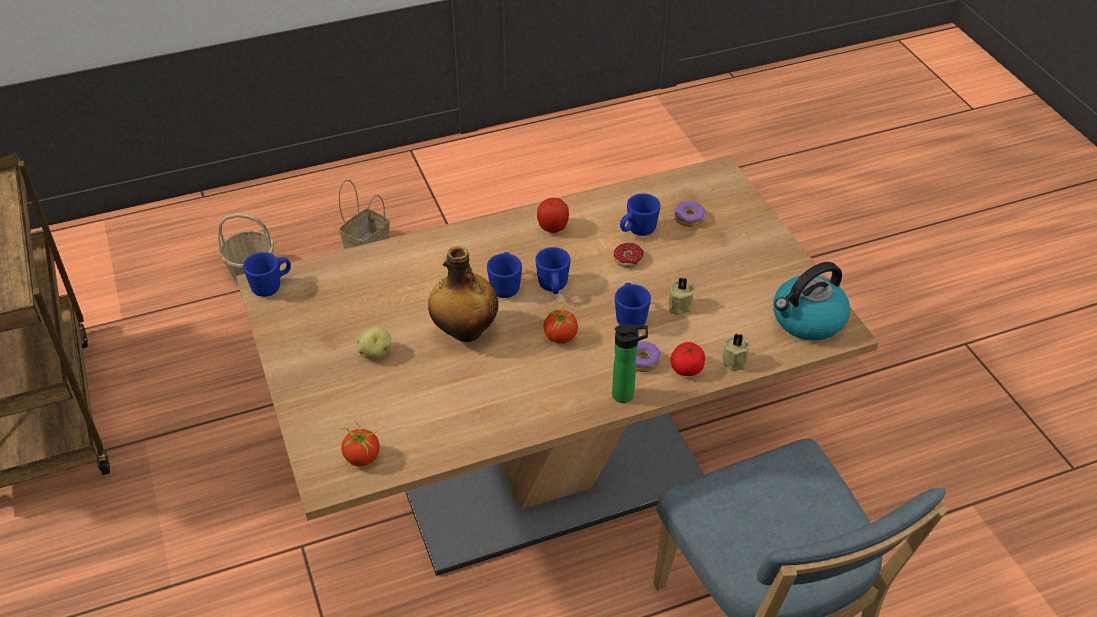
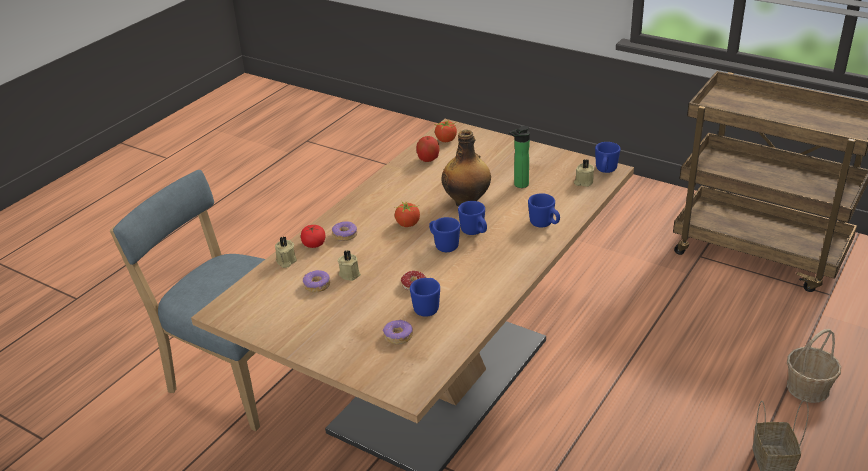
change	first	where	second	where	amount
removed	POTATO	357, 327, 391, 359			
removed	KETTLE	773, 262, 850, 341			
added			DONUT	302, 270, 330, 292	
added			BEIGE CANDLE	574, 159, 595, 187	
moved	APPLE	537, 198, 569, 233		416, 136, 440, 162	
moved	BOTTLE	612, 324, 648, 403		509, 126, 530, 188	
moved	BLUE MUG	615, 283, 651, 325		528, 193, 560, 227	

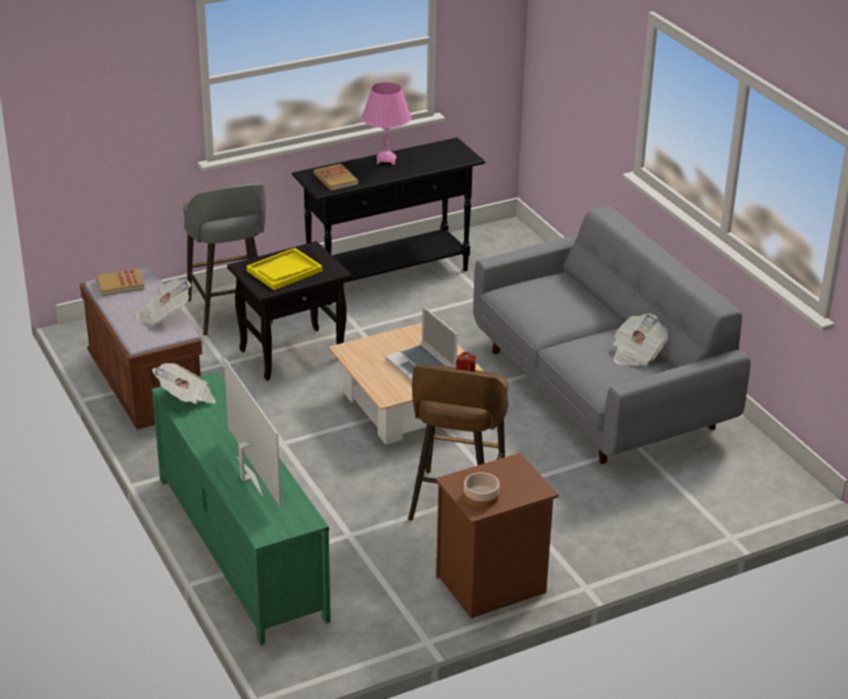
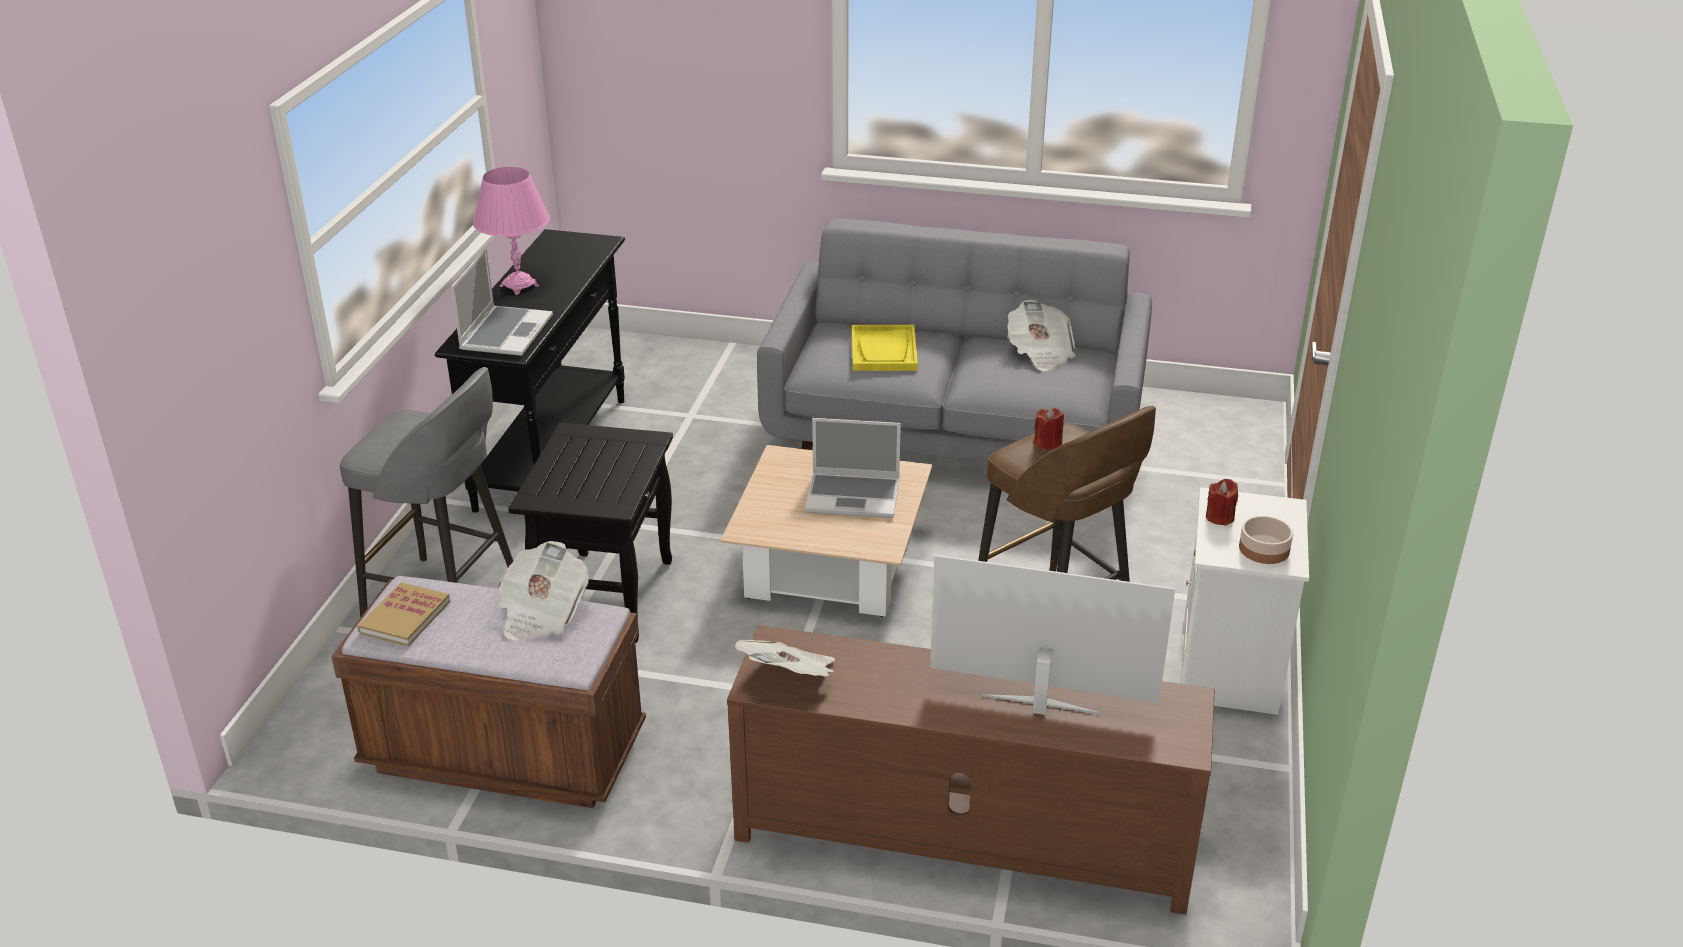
change	first	where	second	where	amount
added			RED CANDLE	1206, 479, 1238, 526	
moved	YELLOW TRAY	246, 248, 322, 290		852, 325, 918, 371	
replaced	BOOK	314, 164, 358, 191	LAPTOP	451, 248, 553, 356	
recoloured	GREEN TV STAND	152, 372, 331, 645	BROWN TV STAND	727, 625, 1215, 915	
recoloured	BROWN NIGHTSTAND	436, 453, 559, 619	WHITE NIGHTSTAND	1180, 487, 1309, 715	

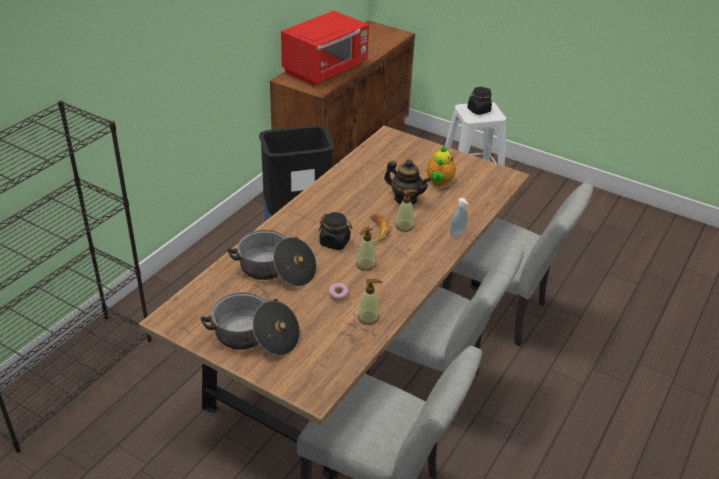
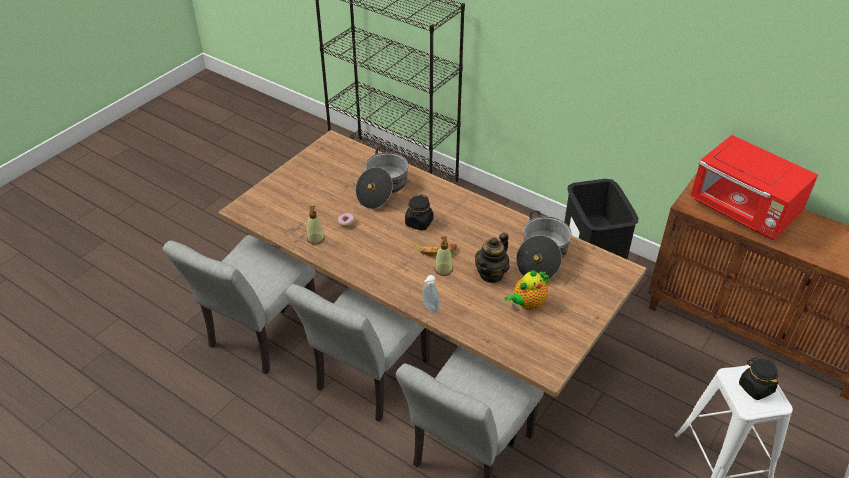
change	first	where	second	where	amount
removed	SOAP DISPENSER	356, 227, 376, 271			
moved	COOKING POT	201, 292, 300, 356		516, 211, 572, 281	
turned	TEAPOT	427, 146, 456, 186		505, 270, 549, 310	60 degrees counterclockwise

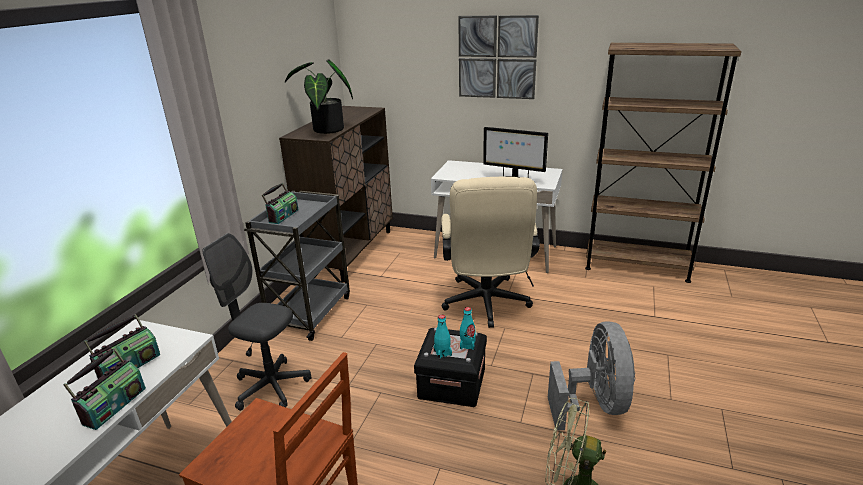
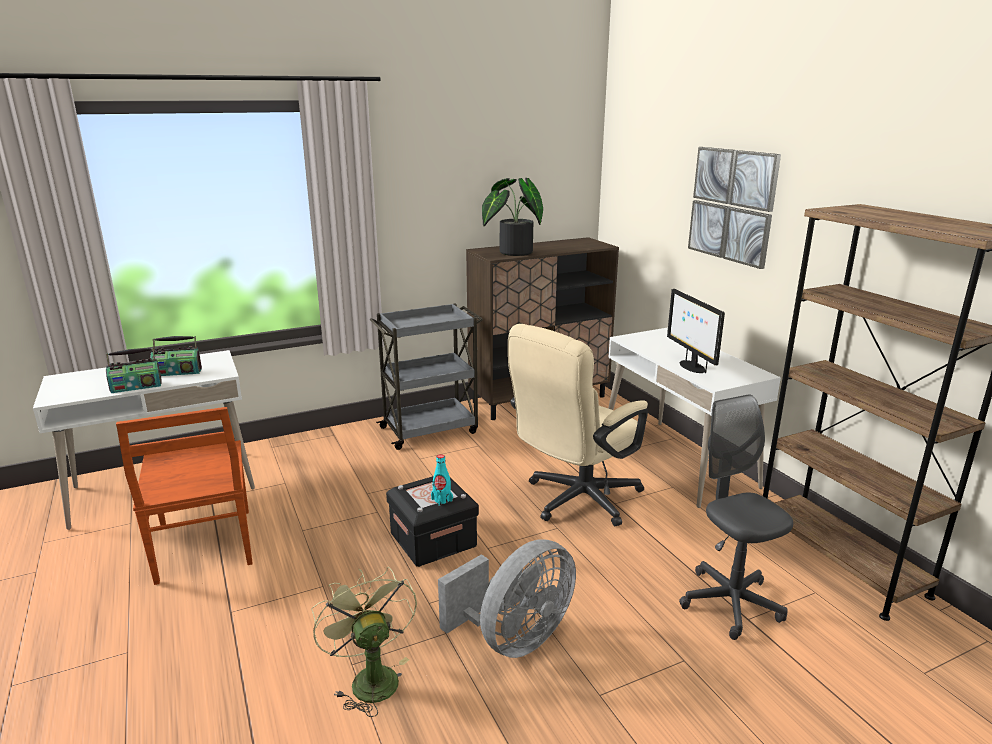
change	first	where	second	where	amount
removed	RADIO	262, 183, 298, 224			
removed	TURQUOISE BOTTLE	434, 315, 452, 359			
moved	GREY OFFICE CHAIR	202, 233, 312, 411		679, 394, 793, 640	

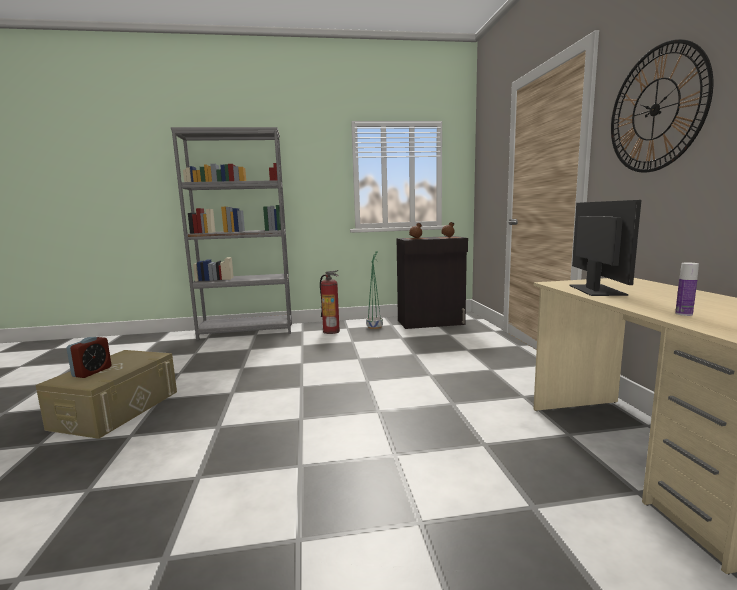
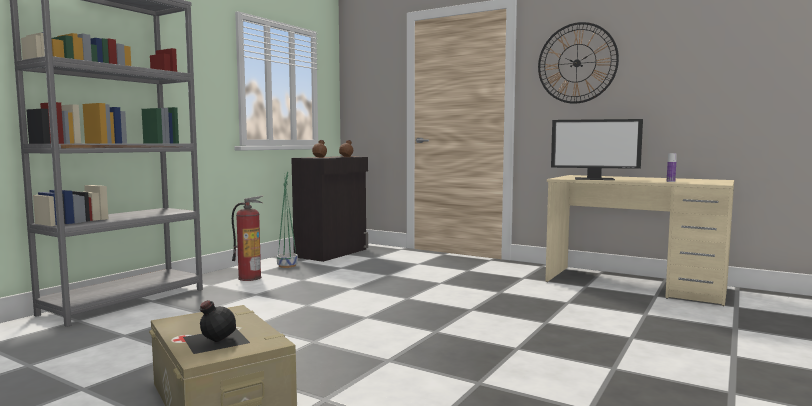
change	first	where	second	where	amount
replaced	ALARM CLOCK	67, 337, 112, 378	BLACK BOTTLE	183, 300, 250, 354	
turned	MONITOR	569, 200, 641, 296		551, 119, 643, 180	150 degrees clockwise

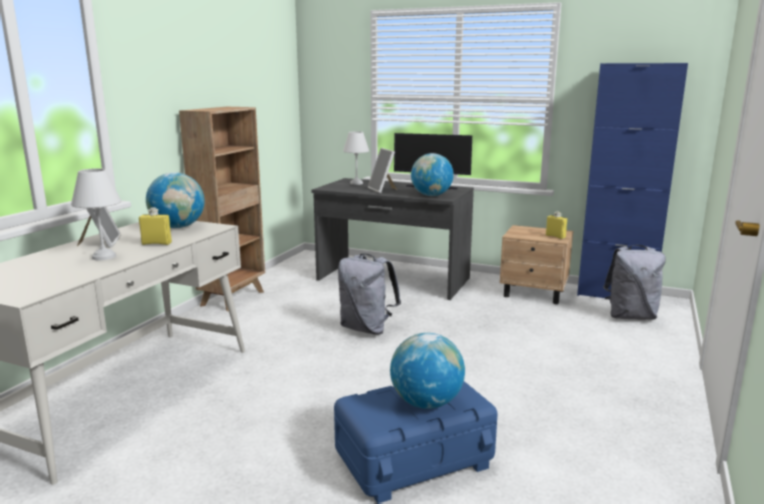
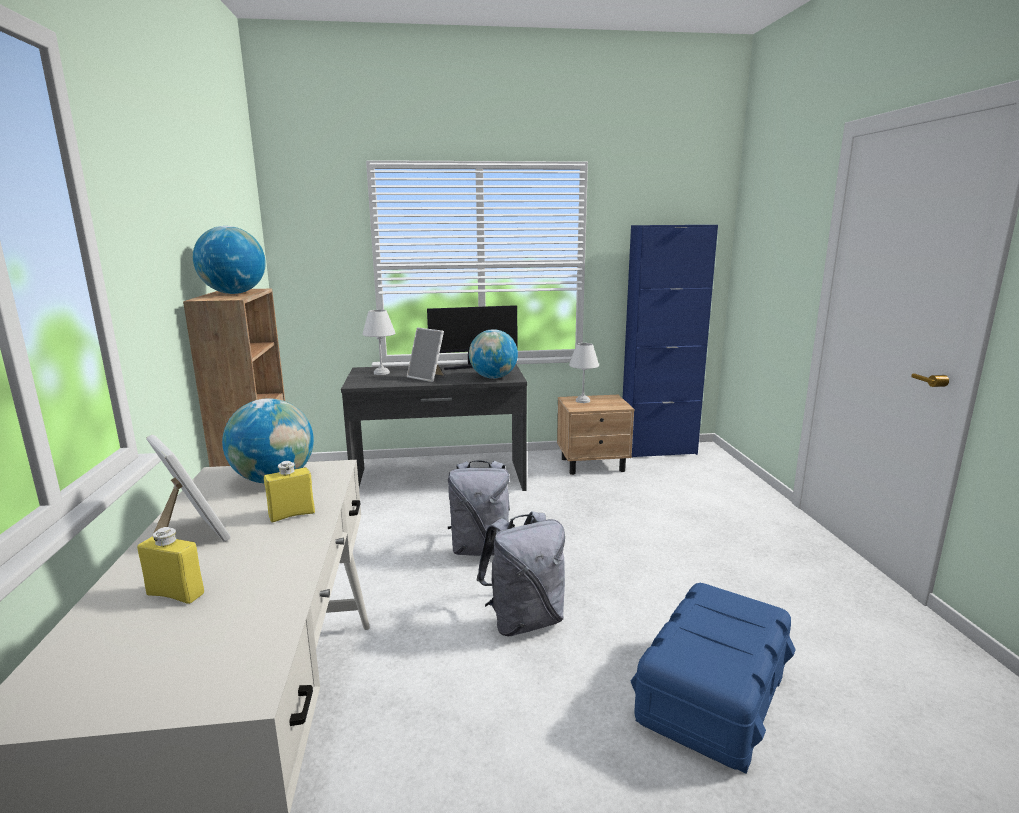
change	first	where	second	where	amount
moved	WHITE TABLE LAMP	71, 168, 121, 260		569, 343, 599, 403	
moved	GLOBE	390, 333, 465, 409		193, 226, 266, 294	
moved	YELLOW BOTTLE	546, 212, 567, 239		137, 527, 204, 604	
moved	GREY BACKPACK	603, 245, 666, 320		477, 511, 565, 636	

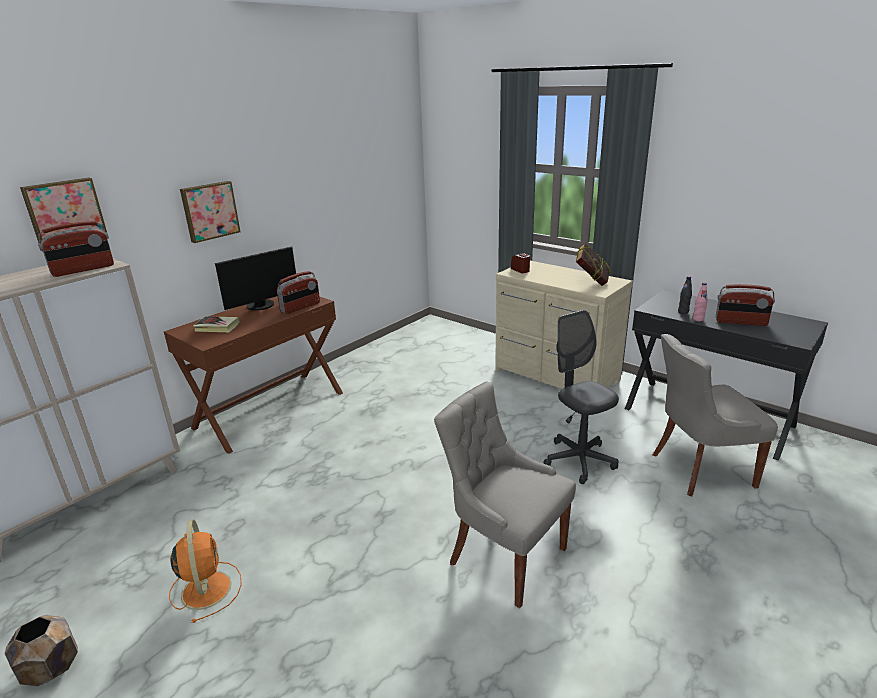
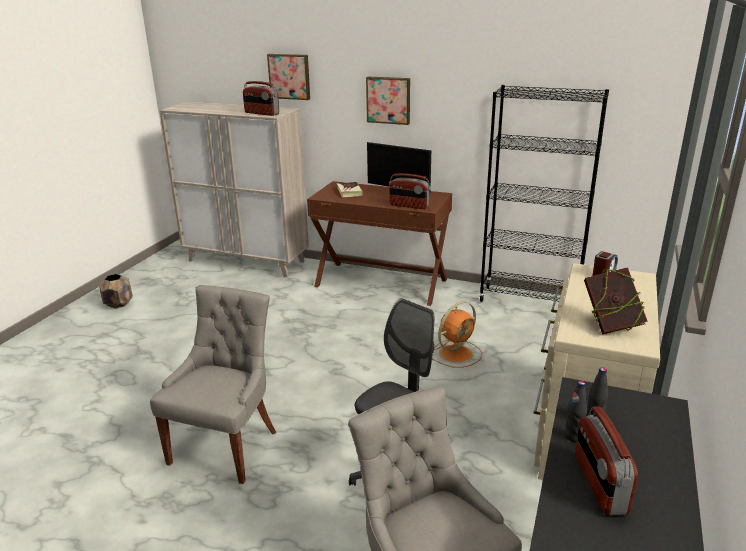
change	first	where	second	where	amount
added			BLACK BOOKCASE	479, 85, 609, 302	
moved	ORANGE FAN	169, 519, 242, 623		432, 301, 482, 368	
recoloured	PINK BOTTLE	693, 283, 708, 321	BLACK BOTTLE	564, 381, 587, 442	

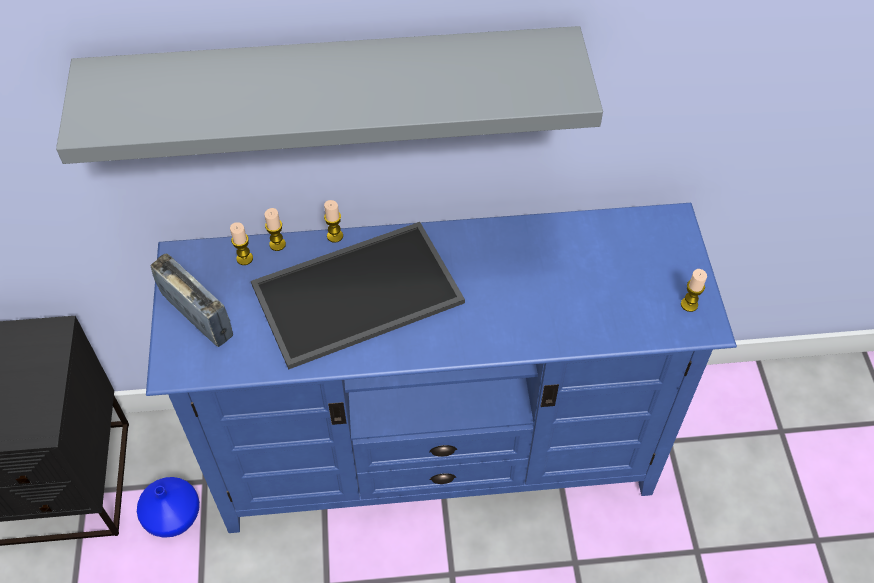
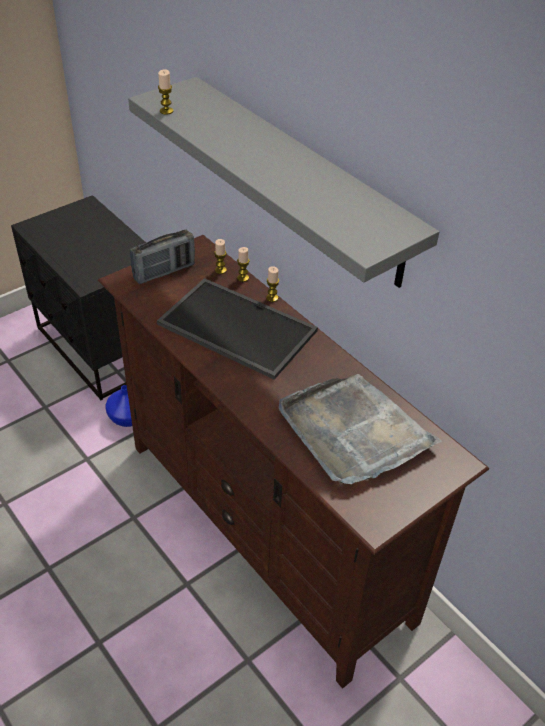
change	first	where	second	where	amount
added			GREY TRAY	279, 374, 442, 484	
moved	CANDLE	681, 269, 707, 312		158, 69, 173, 115	
recoloured	BLUE TV STAND	146, 203, 737, 533	BROWN TV STAND	98, 235, 489, 688	
turned	RADIO	151, 253, 233, 347		130, 230, 195, 284	45 degrees clockwise

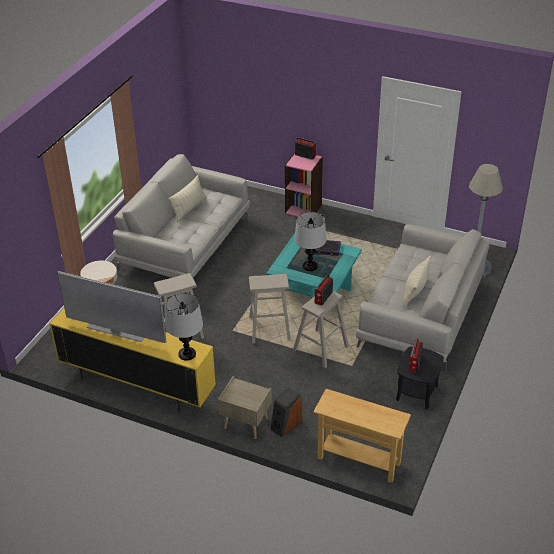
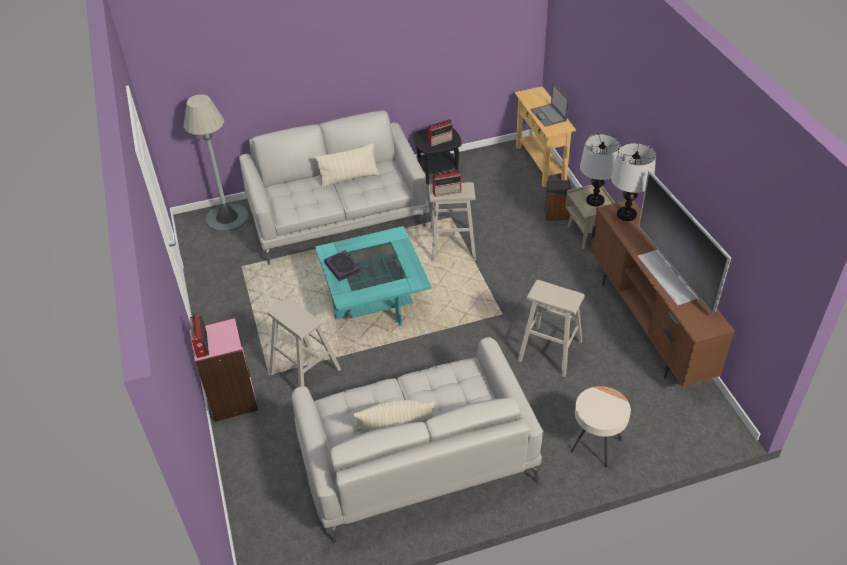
change	first	where	second	where	amount
added			LAPTOP	530, 83, 569, 127	
moved	BEIGE STOOL	249, 274, 291, 344		267, 298, 341, 387	
moved	TABLE LAMP	294, 212, 327, 271		580, 134, 620, 207	
recoloured	YELLOW TV STAND	49, 308, 216, 412	BROWN TV STAND	591, 200, 735, 387	

